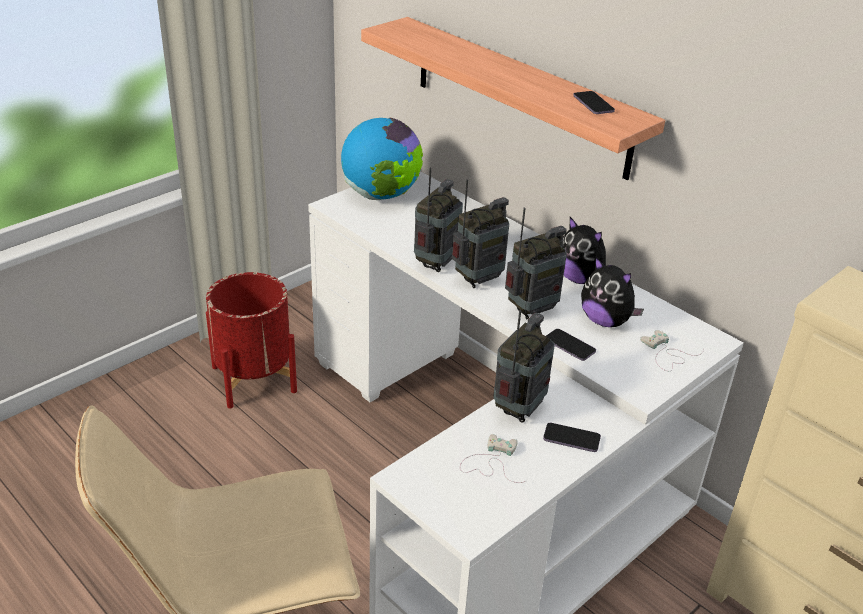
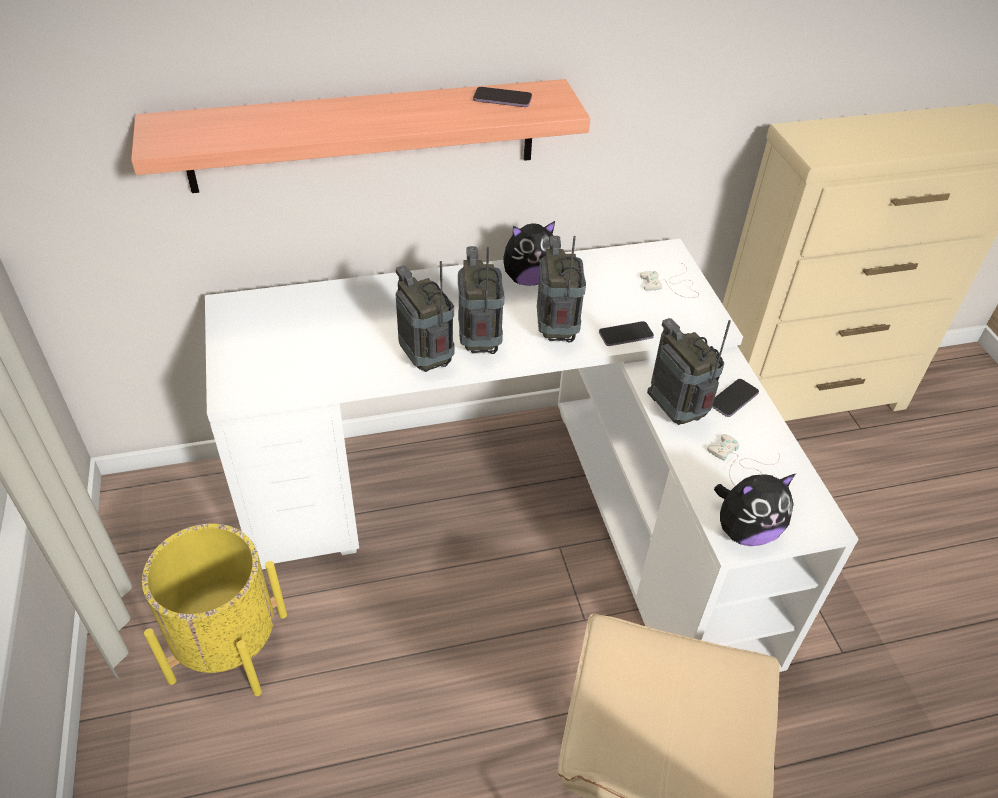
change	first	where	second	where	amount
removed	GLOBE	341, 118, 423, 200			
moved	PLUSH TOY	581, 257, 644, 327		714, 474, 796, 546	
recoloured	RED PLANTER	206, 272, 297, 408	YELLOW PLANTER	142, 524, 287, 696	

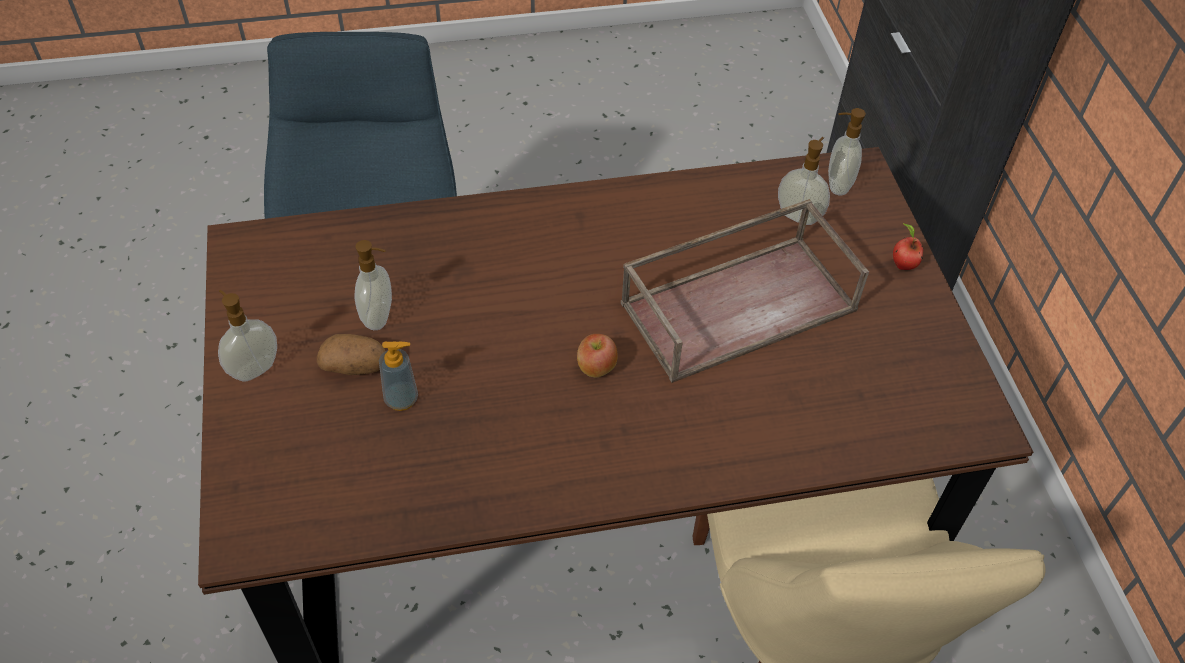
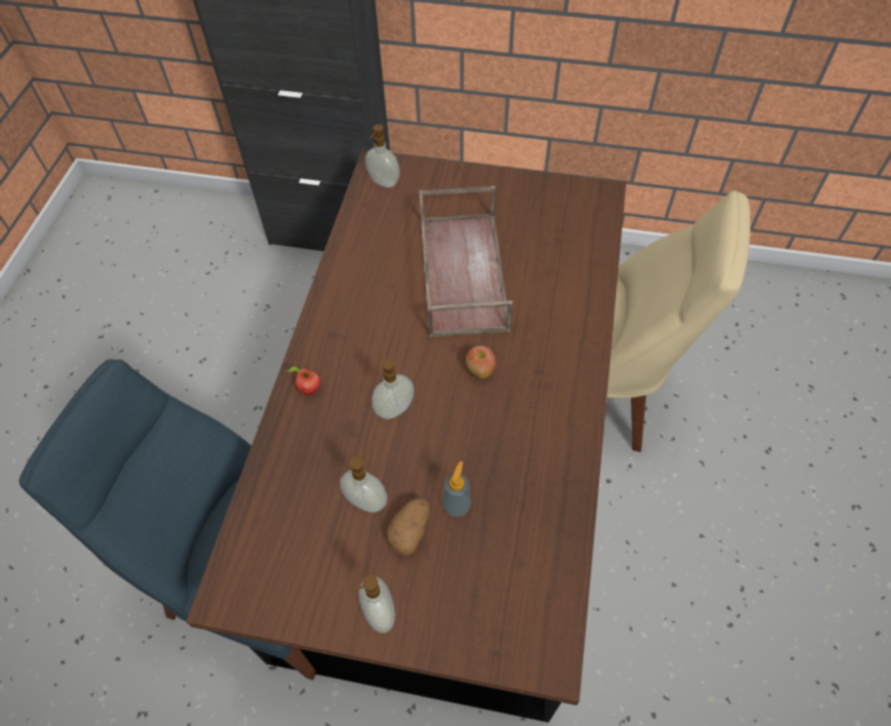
change	first	where	second	where	amount
moved	SOAP DISPENSER	778, 137, 830, 225		372, 354, 414, 419	
moved	APPLE	893, 223, 923, 270		287, 367, 321, 395	

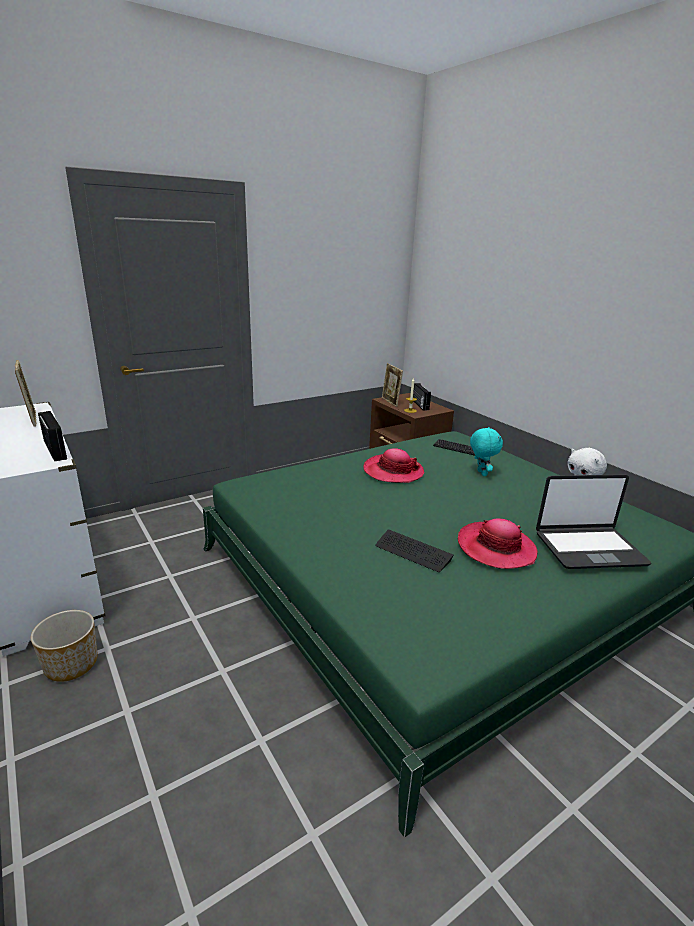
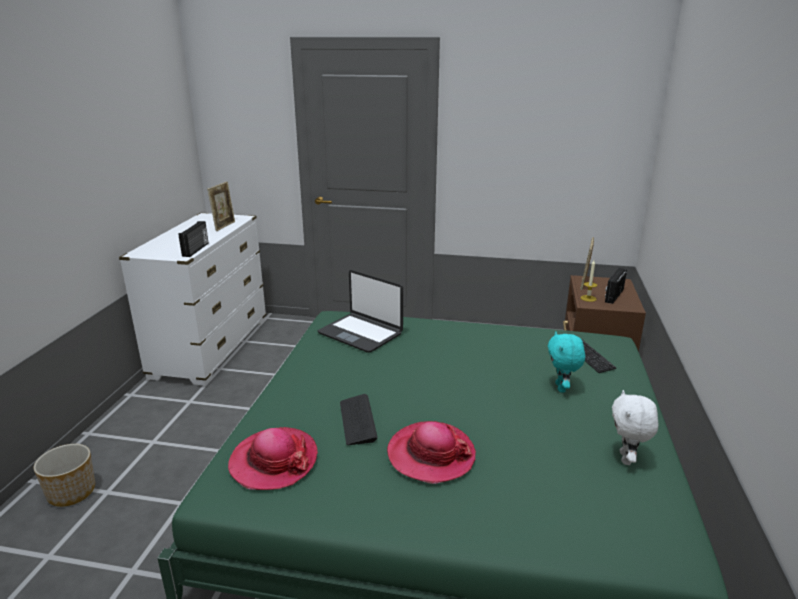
change	first	where	second	where	amount
moved	PLANTER	30, 610, 98, 682		33, 444, 95, 507	
moved	HAT	363, 448, 425, 483		228, 427, 318, 490	
moved	LAPTOP	536, 475, 651, 569		318, 270, 403, 353	
turned	TURQUOISE PLUSH TOY	470, 427, 503, 476		548, 331, 585, 393	150 degrees clockwise

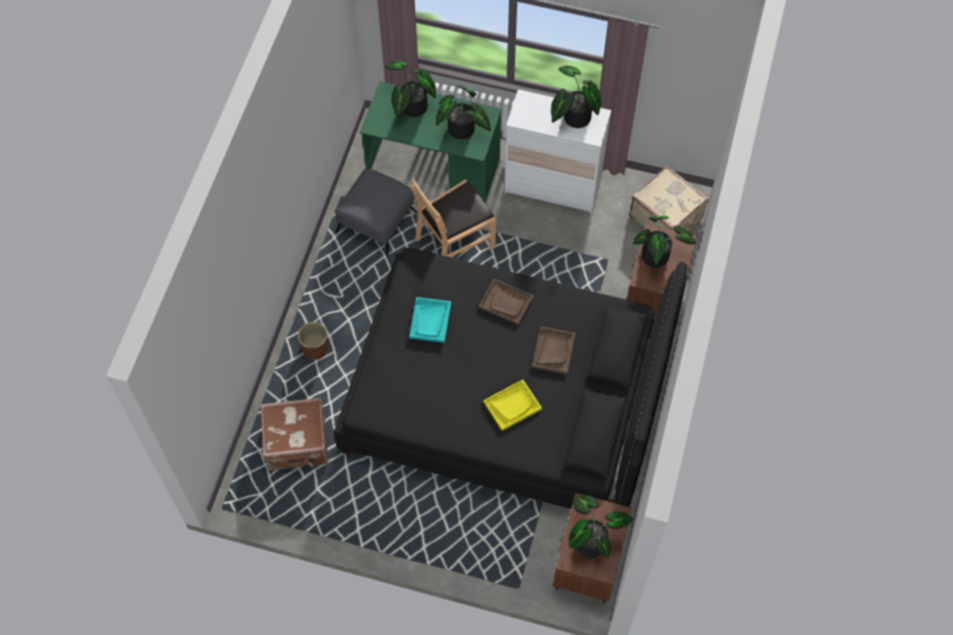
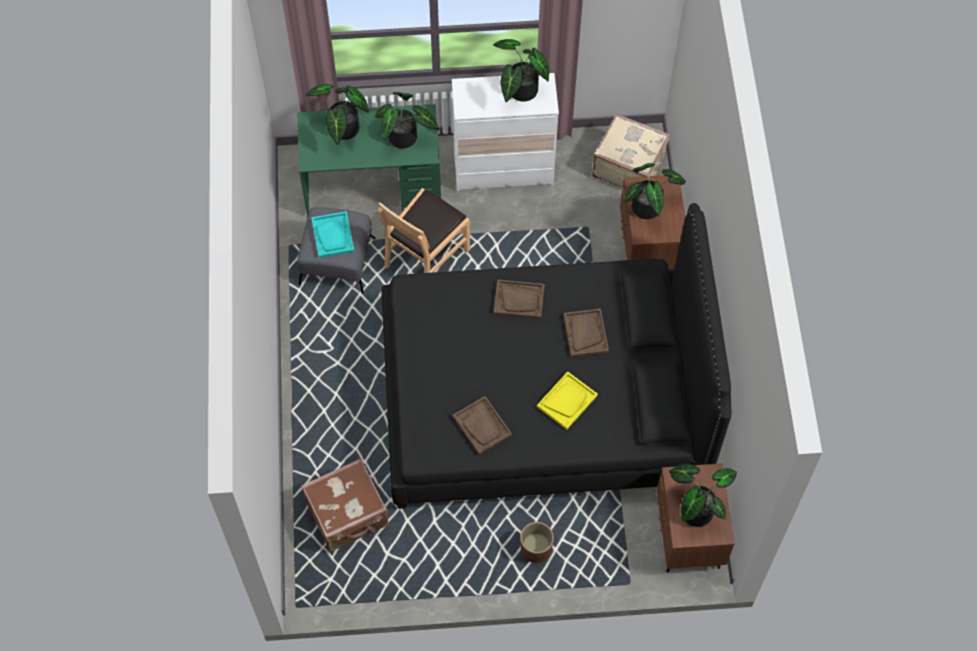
change	first	where	second	where	amount
added			BROWN TRAY	452, 396, 512, 455	
moved	BROWN PLANTER	298, 322, 329, 360		520, 522, 554, 563	
moved	TURQUOISE TRAY	409, 297, 451, 343		311, 211, 354, 258	

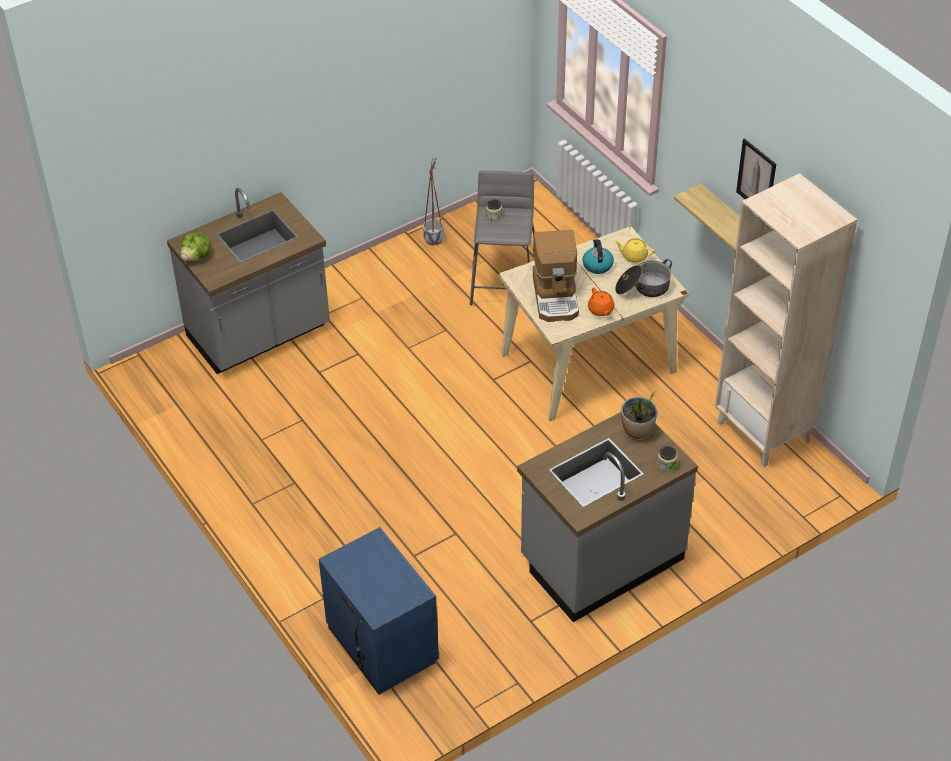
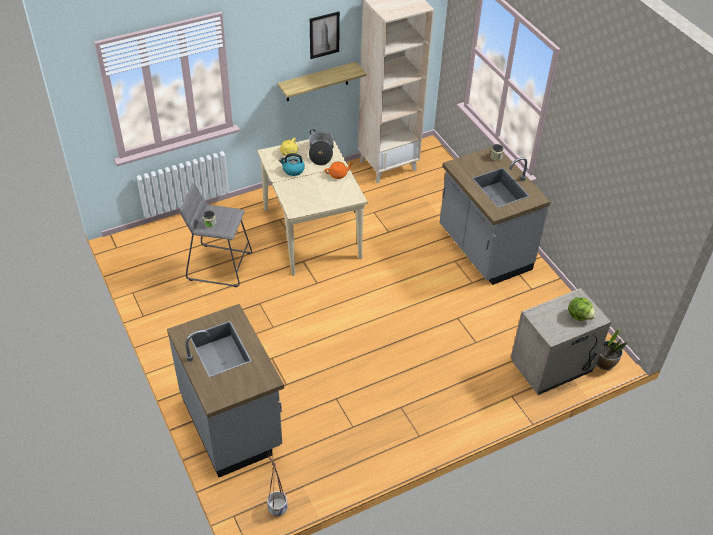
change	first	where	second	where	amount
removed	COFFEE MACHINE	533, 230, 579, 322			
moved	LETTUCE	181, 231, 211, 261		568, 297, 596, 321	
moved	PLANTER	423, 158, 444, 245		267, 451, 288, 516	
moved	POTTED PLANT	621, 391, 657, 440		597, 328, 627, 370	
recoloured	BLUE NIGHTSTAND	318, 527, 439, 695	BEIGE NIGHTSTAND	511, 288, 611, 395	

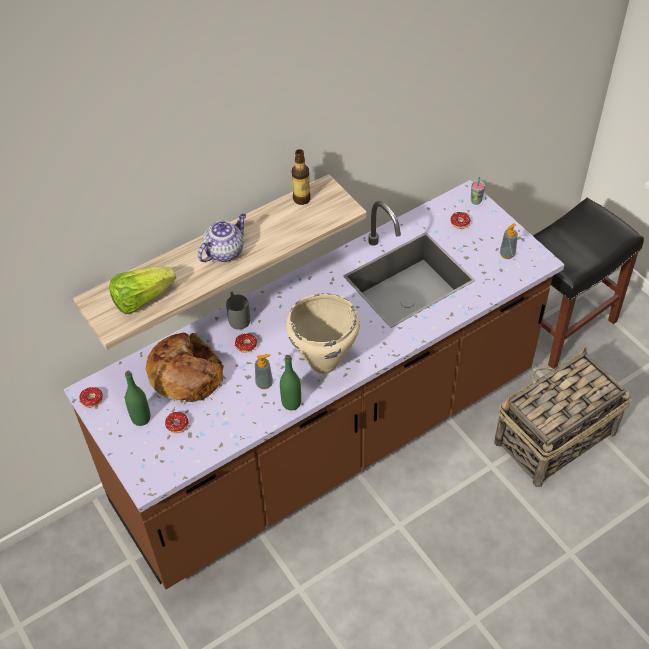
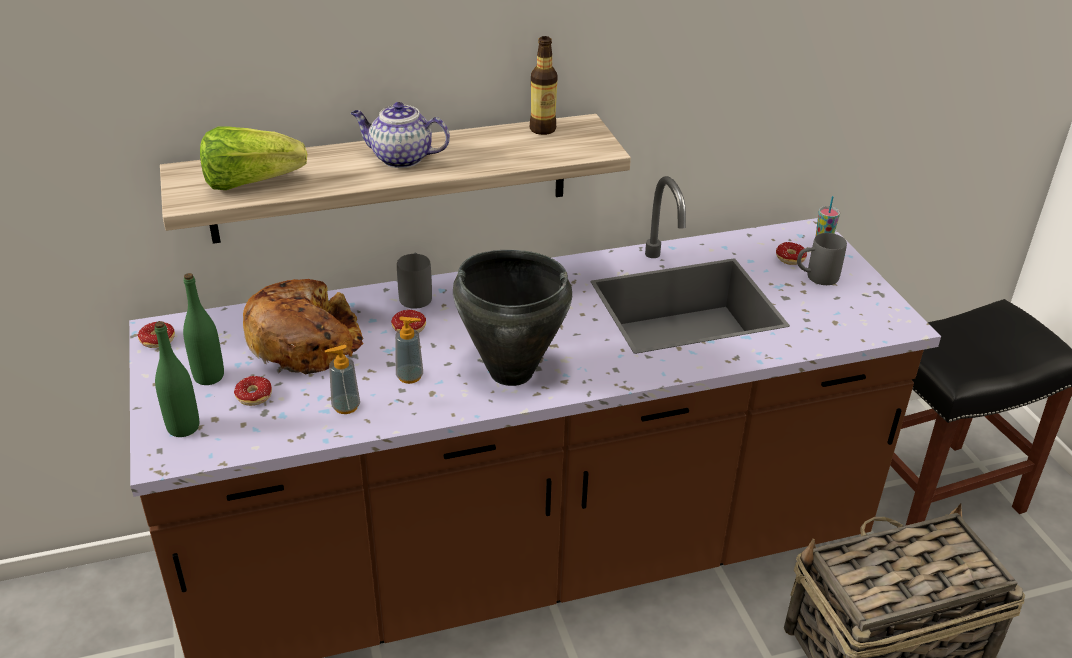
change	first	where	second	where	amount
added			GREY MUG	797, 233, 847, 285	
moved	GREEN BOTTLE	280, 355, 301, 410		154, 321, 199, 437	
moved	SOAP DISPENSER	500, 223, 518, 259		325, 345, 360, 414	
recoloured	BEIGE COOKING POT	286, 293, 360, 374	BLACK COOKING POT	453, 250, 572, 386	
turned	TEAPOT	198, 213, 246, 262		351, 102, 450, 168	135 degrees counterclockwise

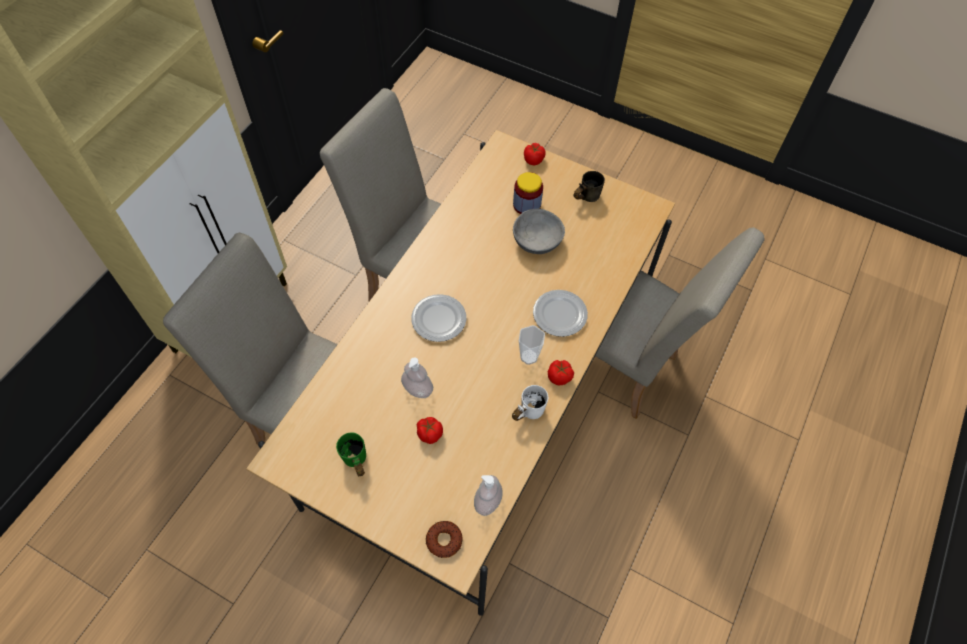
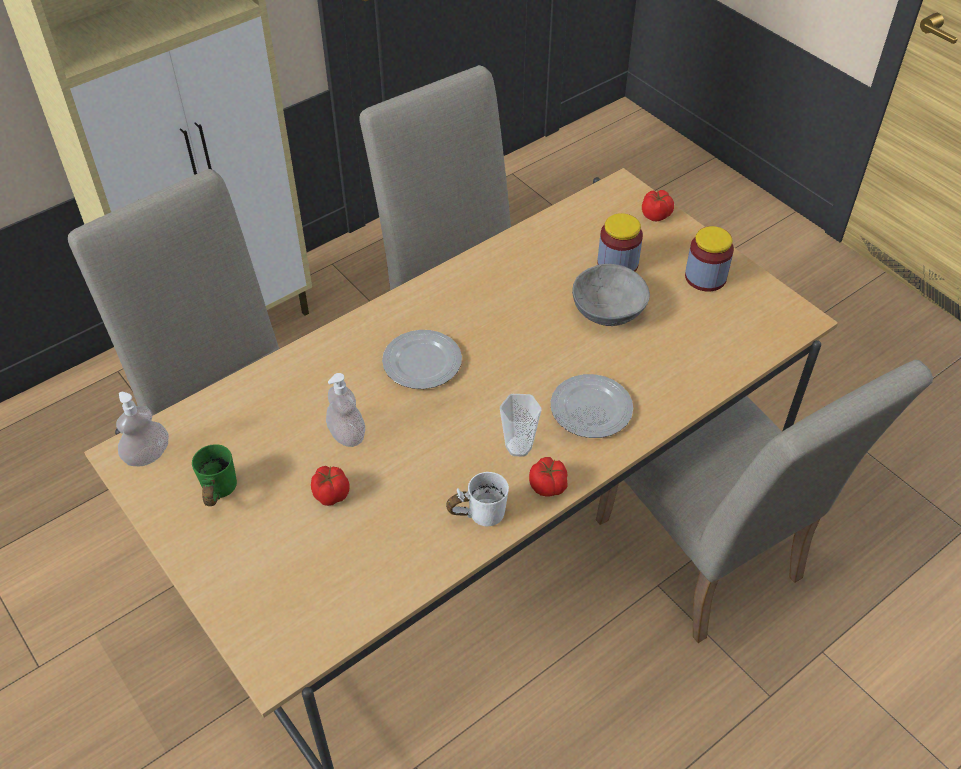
change	first	where	second	where	amount
removed	DONUT	426, 521, 462, 558			
moved	SOAP DISPENSER	474, 475, 503, 516		116, 392, 169, 466	
replaced	GREY MUG	574, 171, 605, 202	JAR	685, 226, 734, 291	

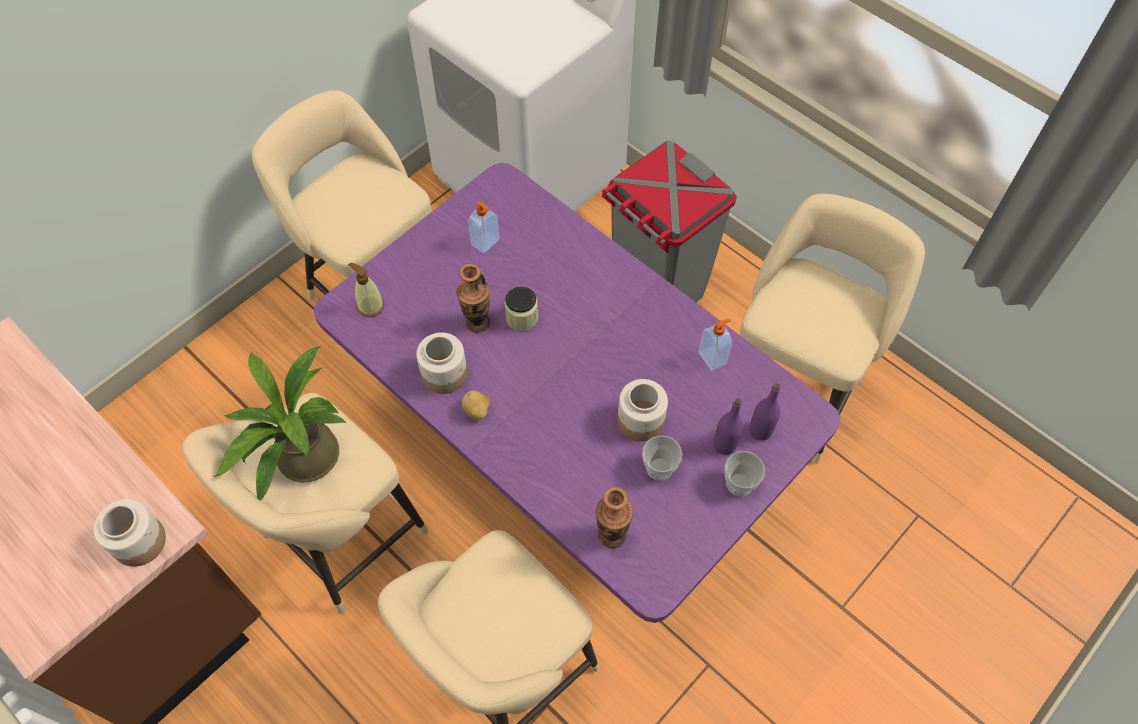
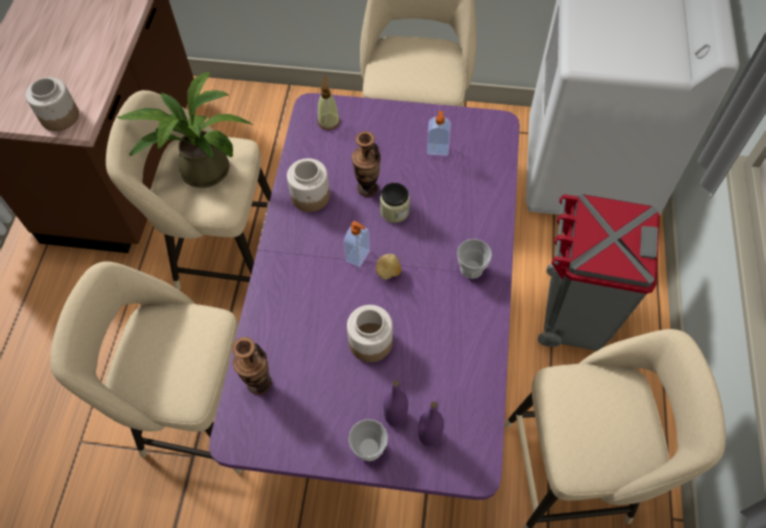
change	first	where	second	where	amount
moved	POTATO	462, 390, 490, 420		376, 254, 401, 280	
moved	CUP	642, 435, 682, 481		457, 239, 492, 279	
moved	SOAP DISPENSER	699, 319, 732, 371		344, 221, 370, 267	

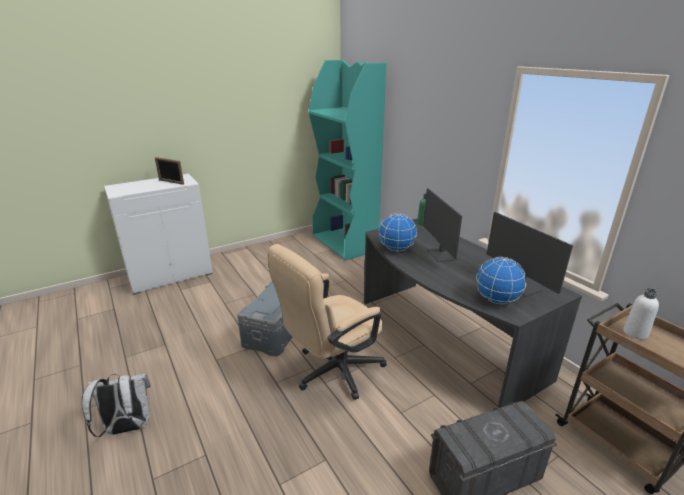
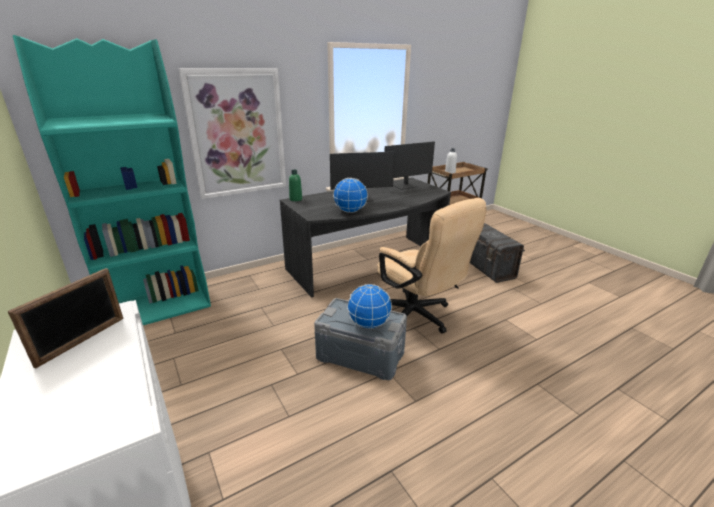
change	first	where	second	where	amount
removed	WHITE BACKPACK	82, 374, 151, 437			
added			PICTURE	178, 68, 286, 199	
moved	GLOBE	476, 257, 526, 304		347, 284, 392, 329	

